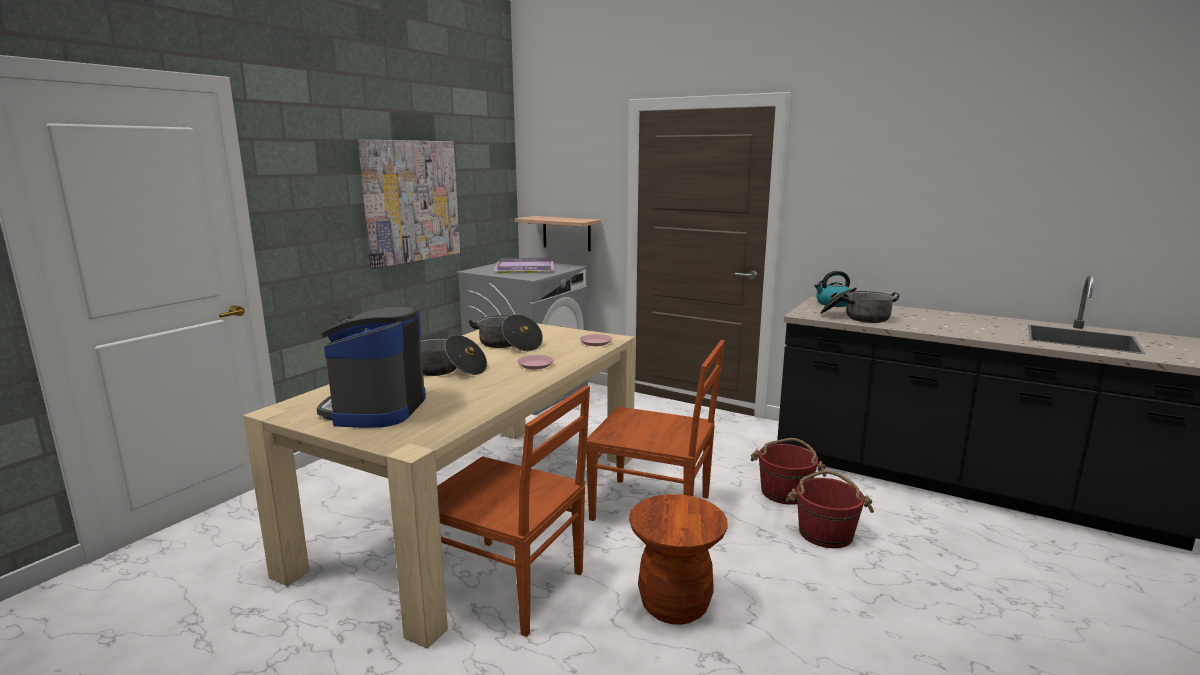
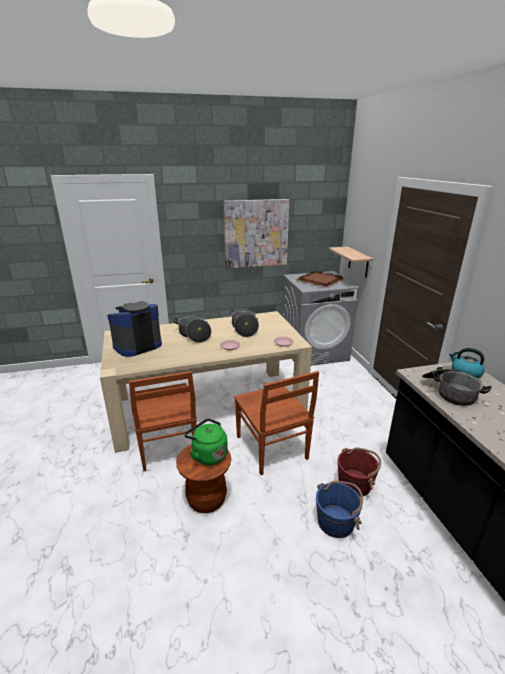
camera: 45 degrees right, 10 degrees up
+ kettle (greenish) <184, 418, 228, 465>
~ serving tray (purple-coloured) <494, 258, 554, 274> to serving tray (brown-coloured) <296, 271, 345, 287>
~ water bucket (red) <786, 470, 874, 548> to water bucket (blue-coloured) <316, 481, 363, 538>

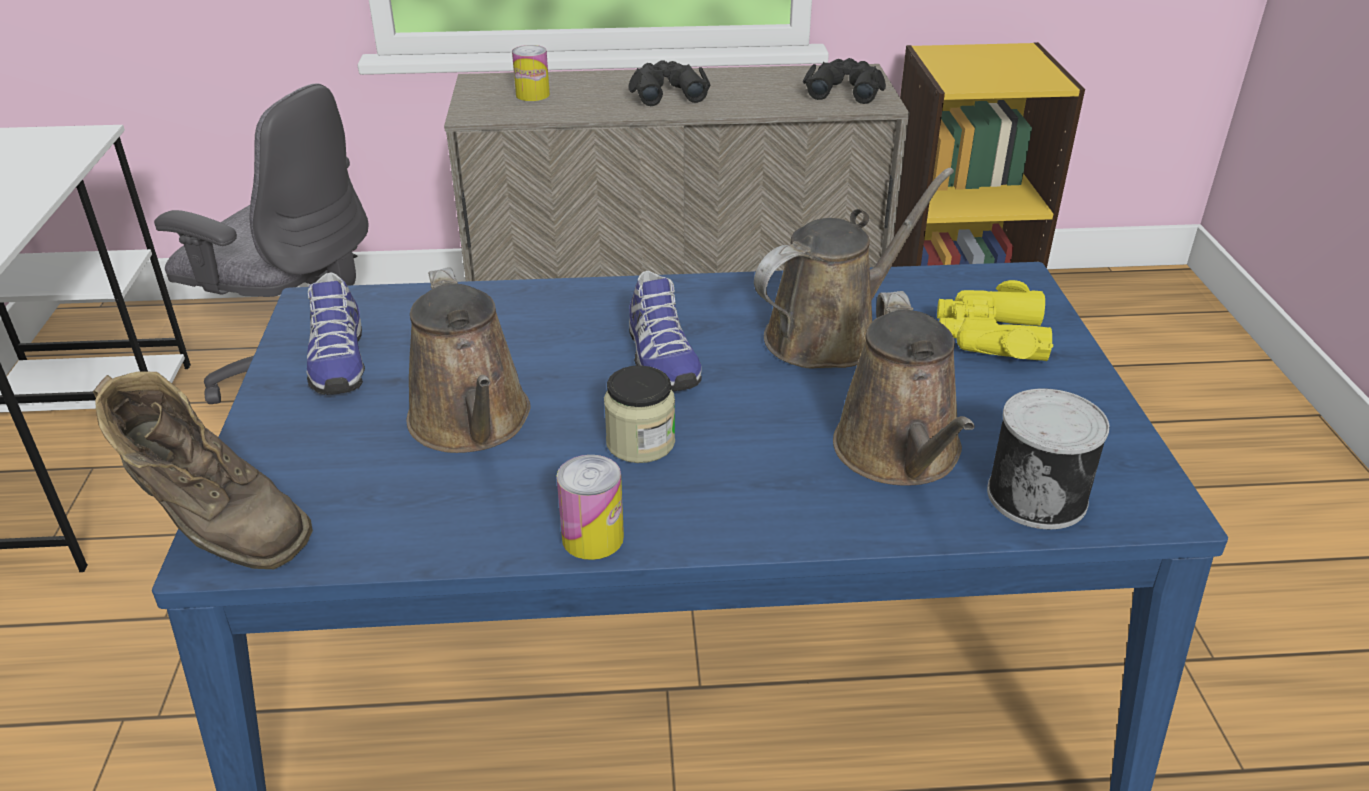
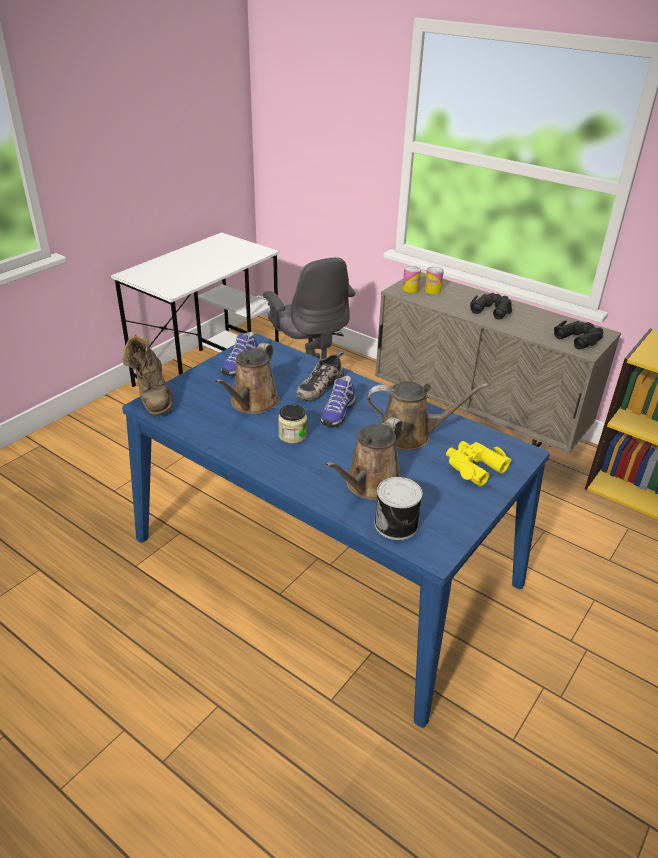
camera: 40 degrees right, 0 degrees up
+ shoe <296, 352, 344, 402>
~ can <557, 455, 624, 560> to <402, 266, 421, 293>

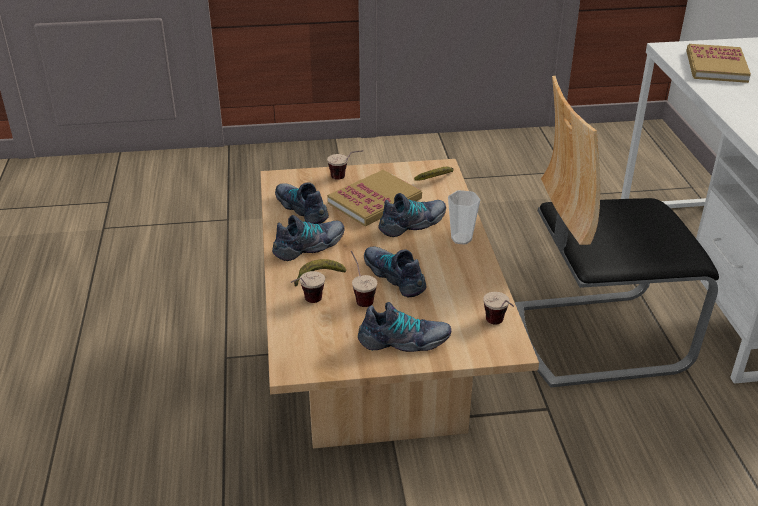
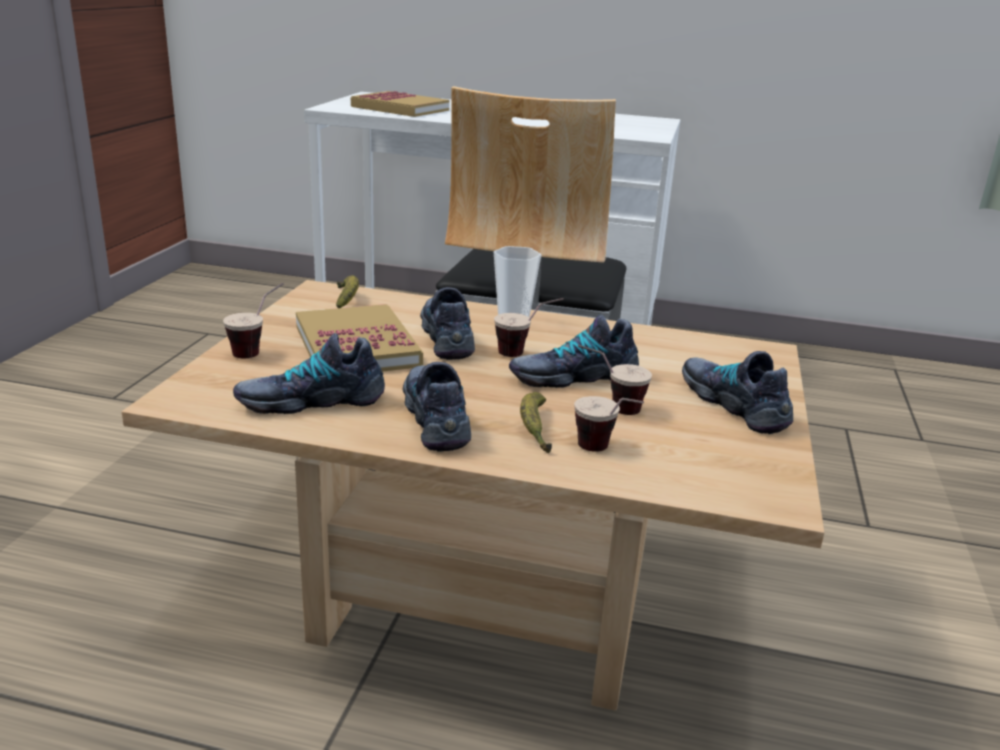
camera: 70 degrees left, 10 degrees down
~ drinking cup <483, 292, 514, 324> to <494, 298, 564, 357>
~ shoe <358, 302, 451, 352> = <682, 351, 793, 434> 45 degrees counterclockwise

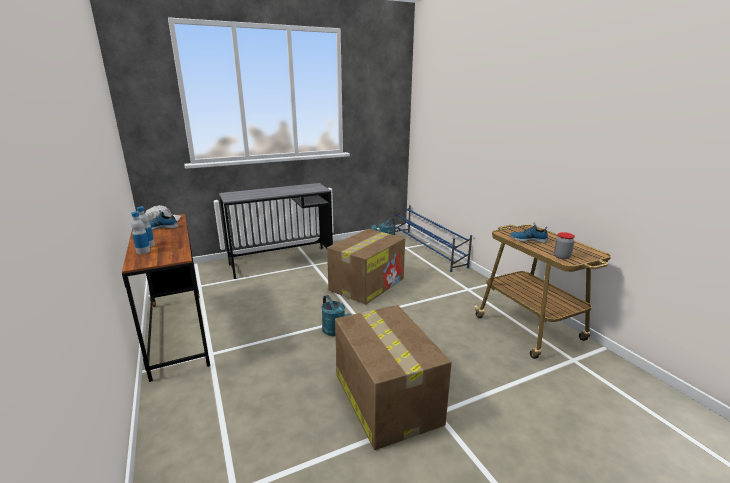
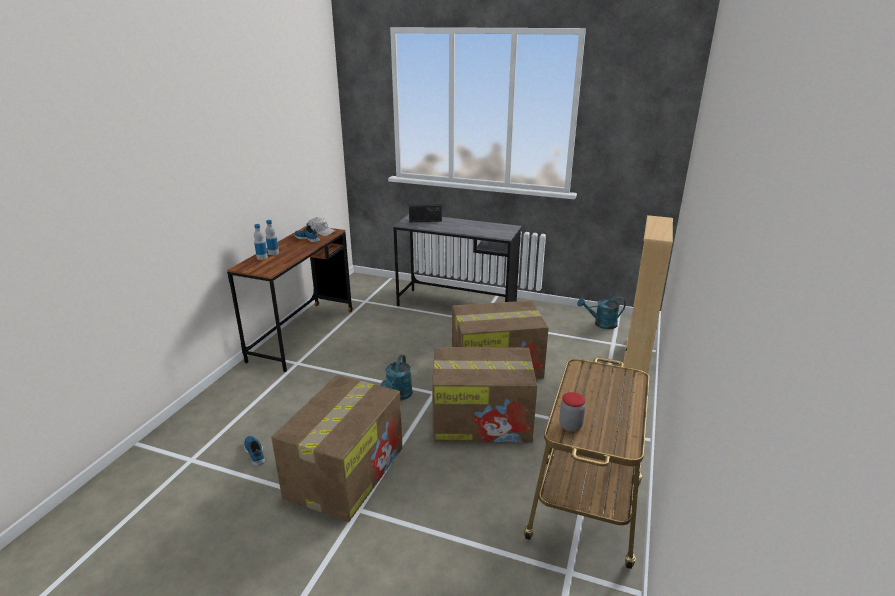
camera: 45 degrees right, 5 degrees up
~ shoe <510, 222, 548, 243> to <244, 436, 265, 466>
+ radio <409, 202, 442, 222>
+ cardboard box <432, 347, 537, 443>
~ shoe stand (blue-coloured) <394, 205, 472, 272> to shelving unit (sand-coloured) <623, 215, 673, 374>

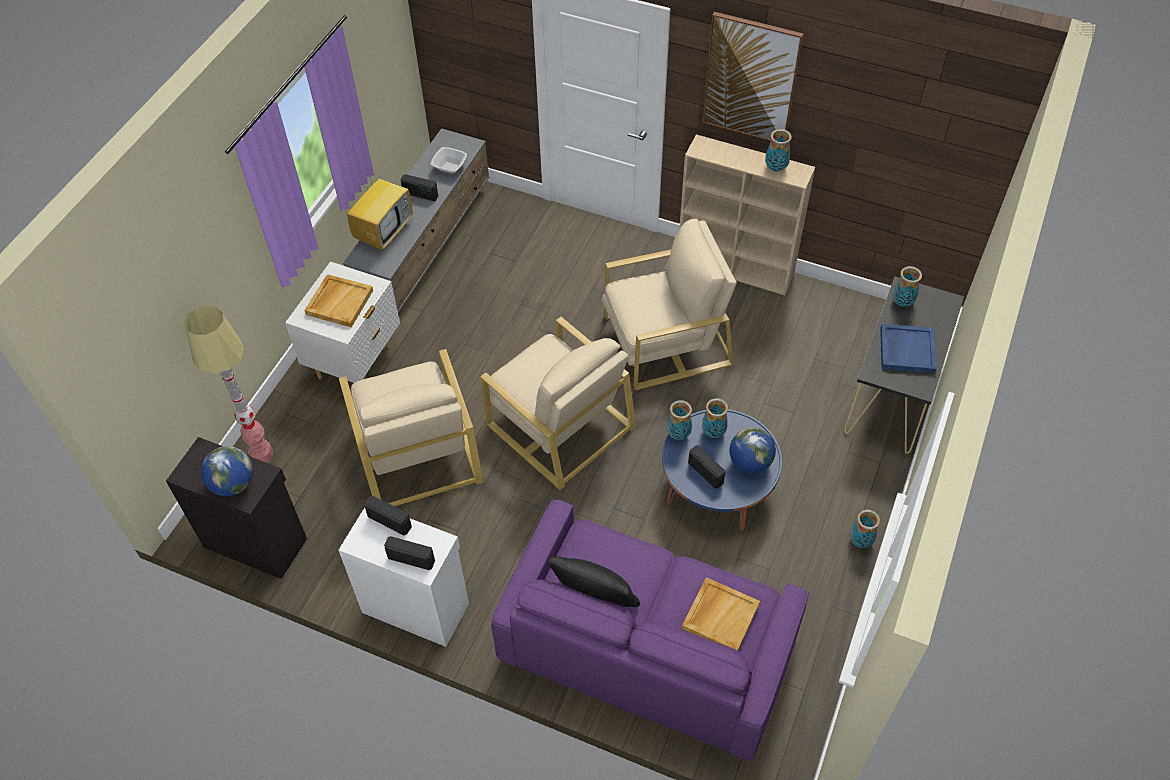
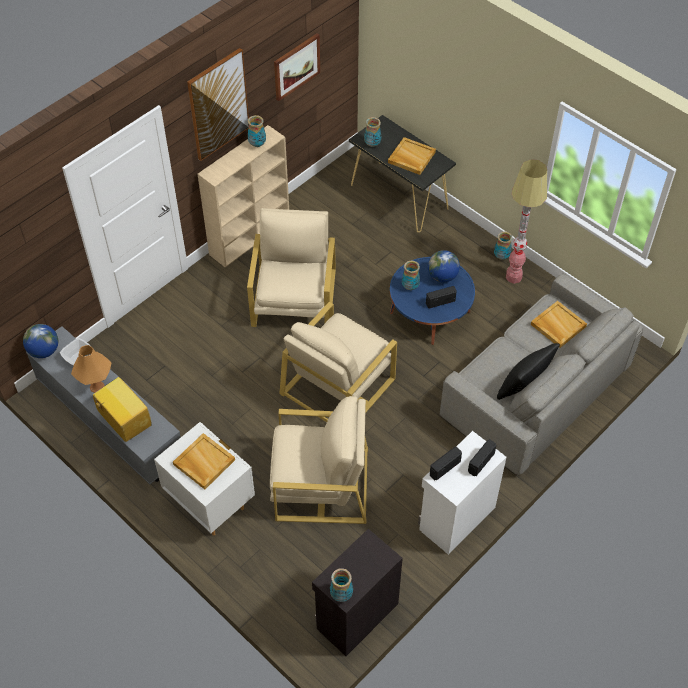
camera: 70 degrees left, 0 degrees up
~ desk globe <201, 446, 253, 496> to <23, 324, 58, 358>
~ radio <400, 174, 438, 201> to table lamp (orange-coloured) <71, 345, 112, 393>
+ wall art <274, 33, 320, 101>
~ lounge chair (sand-coloured) <480, 317, 636, 490> = <279, 302, 397, 422> 150 degrees clockwise
~ flower vase <666, 400, 692, 440> to <330, 568, 353, 602>
~ serving tray (blue-coloured) <880, 324, 937, 373> to serving tray (sand-coloured) <388, 137, 436, 175>
~ settee (purple-coloured) <491, 499, 809, 760> to settee (gray) <440, 273, 643, 476>
~ floor lamp <185, 306, 274, 463> to <506, 160, 547, 284>

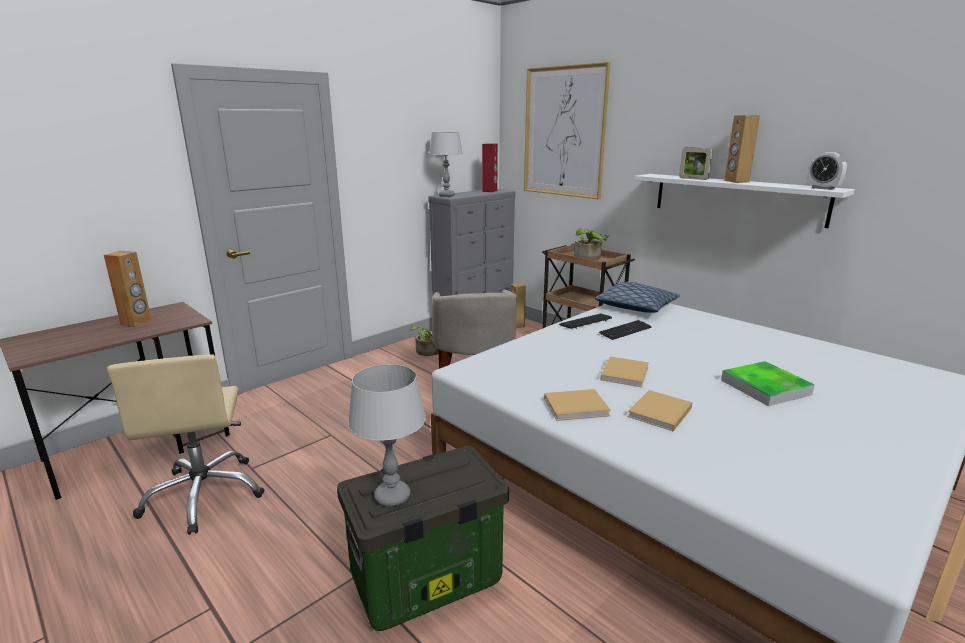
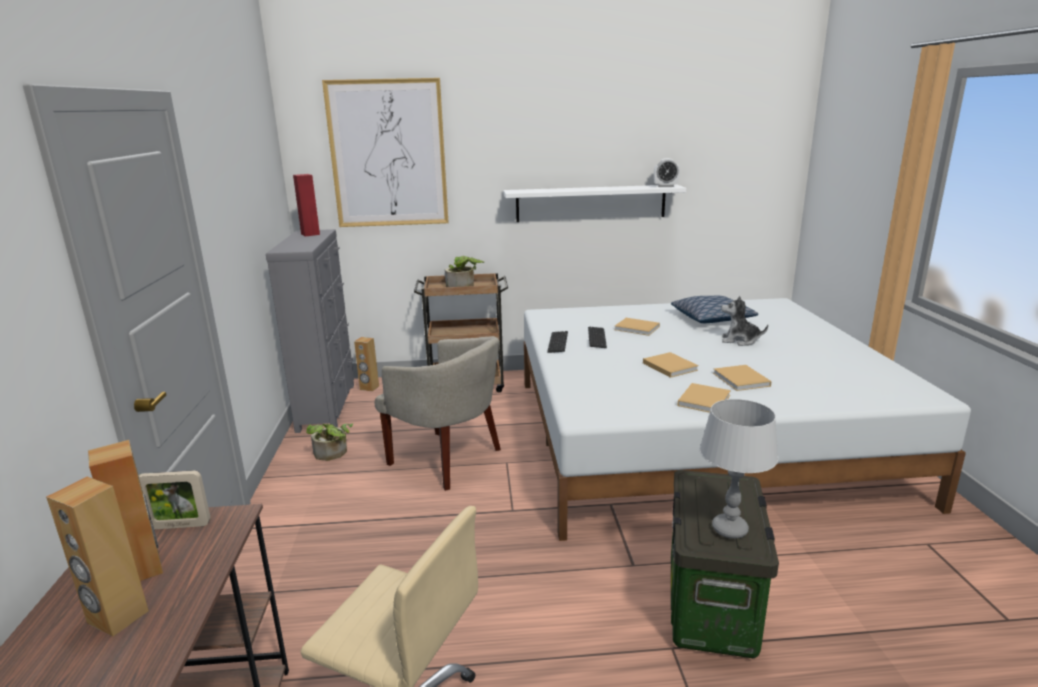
camera: 50 degrees left, 0 degrees up
~ loudspeaker (brown-coloured) <724, 115, 760, 183> to <46, 477, 149, 637>
~ standing frame <679, 147, 712, 180> to <138, 470, 211, 529>
+ book (sand-coloured) <614, 318, 660, 336>
~ cushion <595, 282, 680, 312> to <671, 296, 758, 323>
~ serving tray <721, 361, 815, 406> to plush toy <721, 296, 768, 346>
- table lamp (gray) <429, 132, 463, 197>

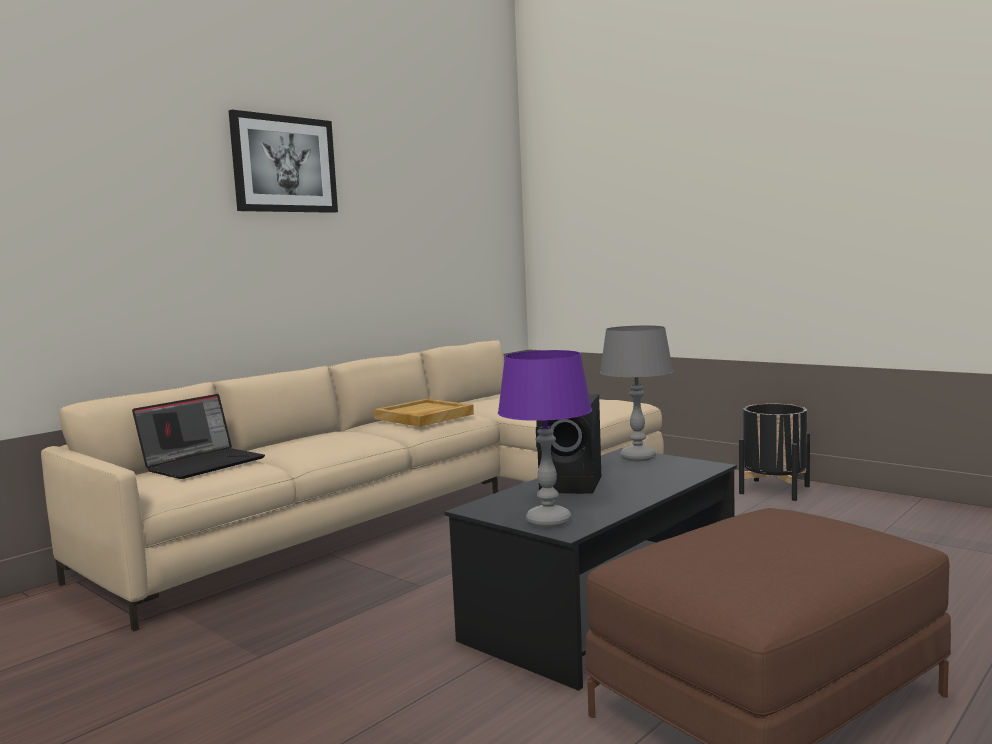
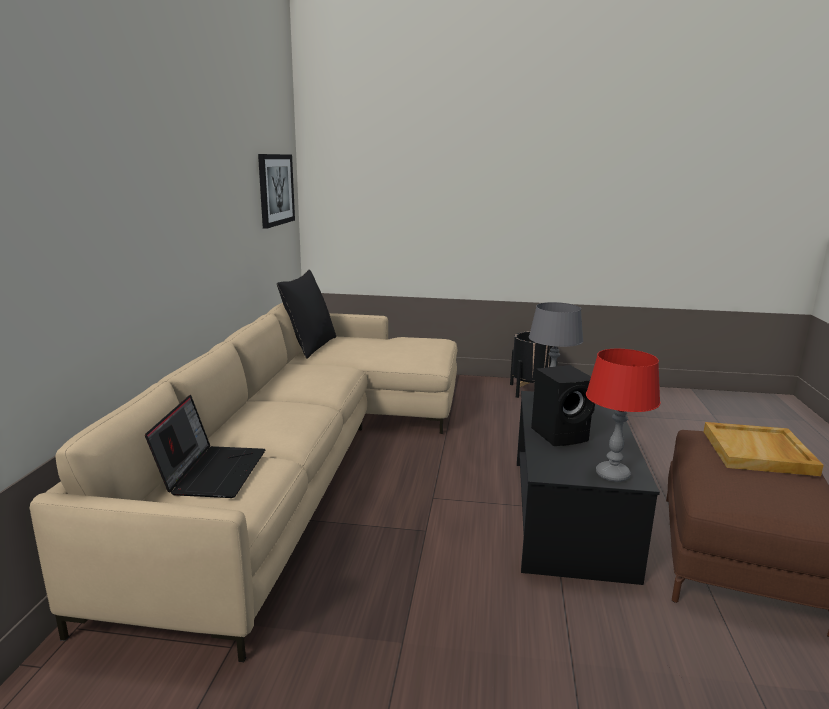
camera: 35 degrees left, 10 degrees up
~ wall art <228, 110, 338, 213> to <258, 154, 295, 229>
+ cushion (blackish) <277, 270, 336, 359>
~ table lamp (purple-coloured) <498, 350, 592, 528> to table lamp (red) <586, 349, 661, 482>
~ serving tray (sand-coloured) <374, 399, 474, 427> to <704, 422, 824, 476>

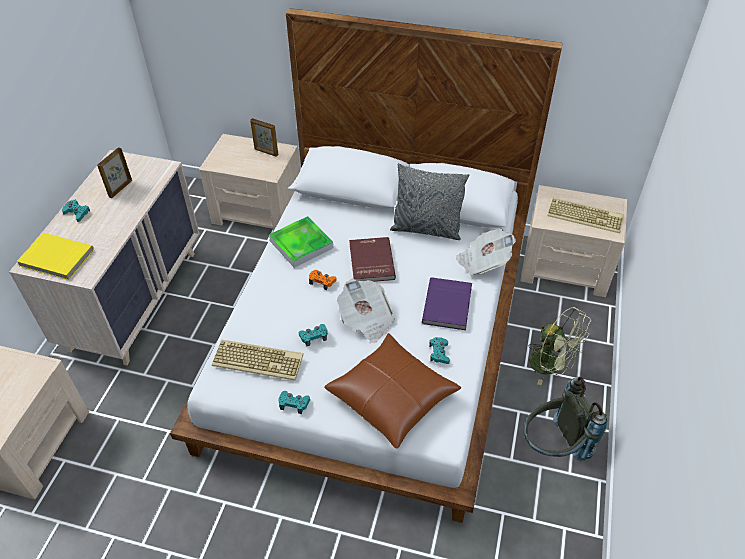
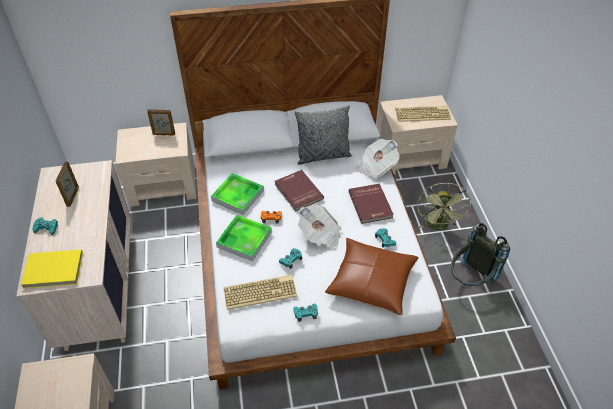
camera: 25 degrees left, 0 degrees up
+ serving tray <216, 215, 272, 262>
~ book (purple-coloured) <422, 277, 472, 330> to book (red) <348, 183, 394, 224>
~ electric fan (greenish) <529, 307, 591, 385> = <418, 183, 471, 230> 75 degrees clockwise

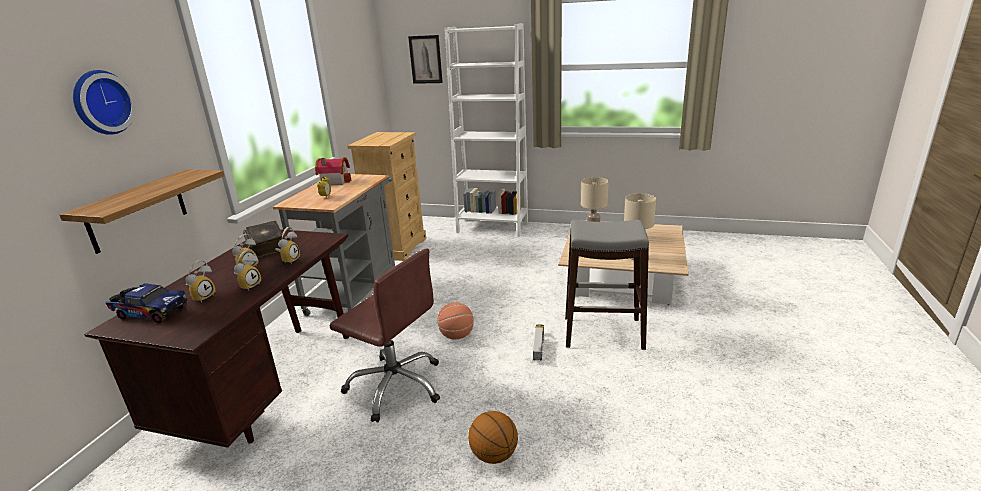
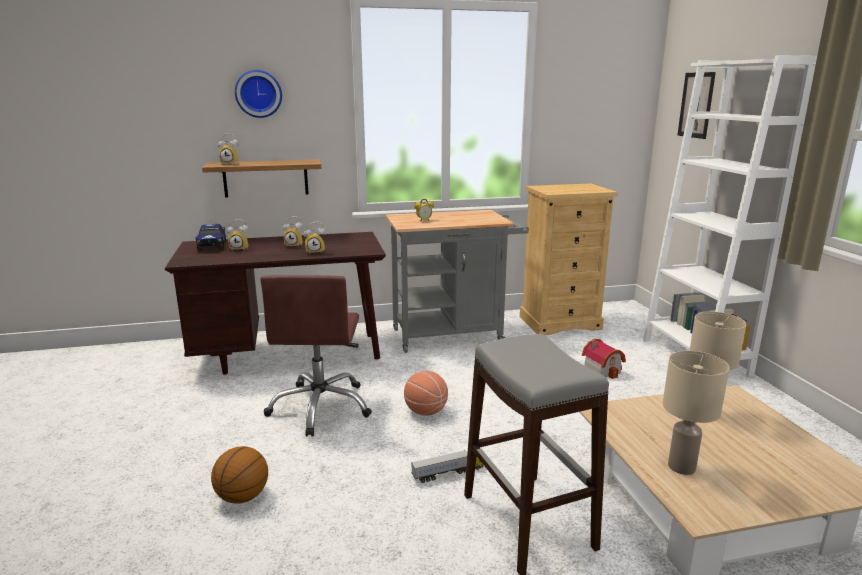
camera: 60 degrees right, 5 degrees down
~ alarm clock <234, 250, 261, 291> to <218, 133, 239, 165>
~ model house <315, 158, 352, 185> to <582, 339, 626, 379>
- book <243, 221, 284, 258>

